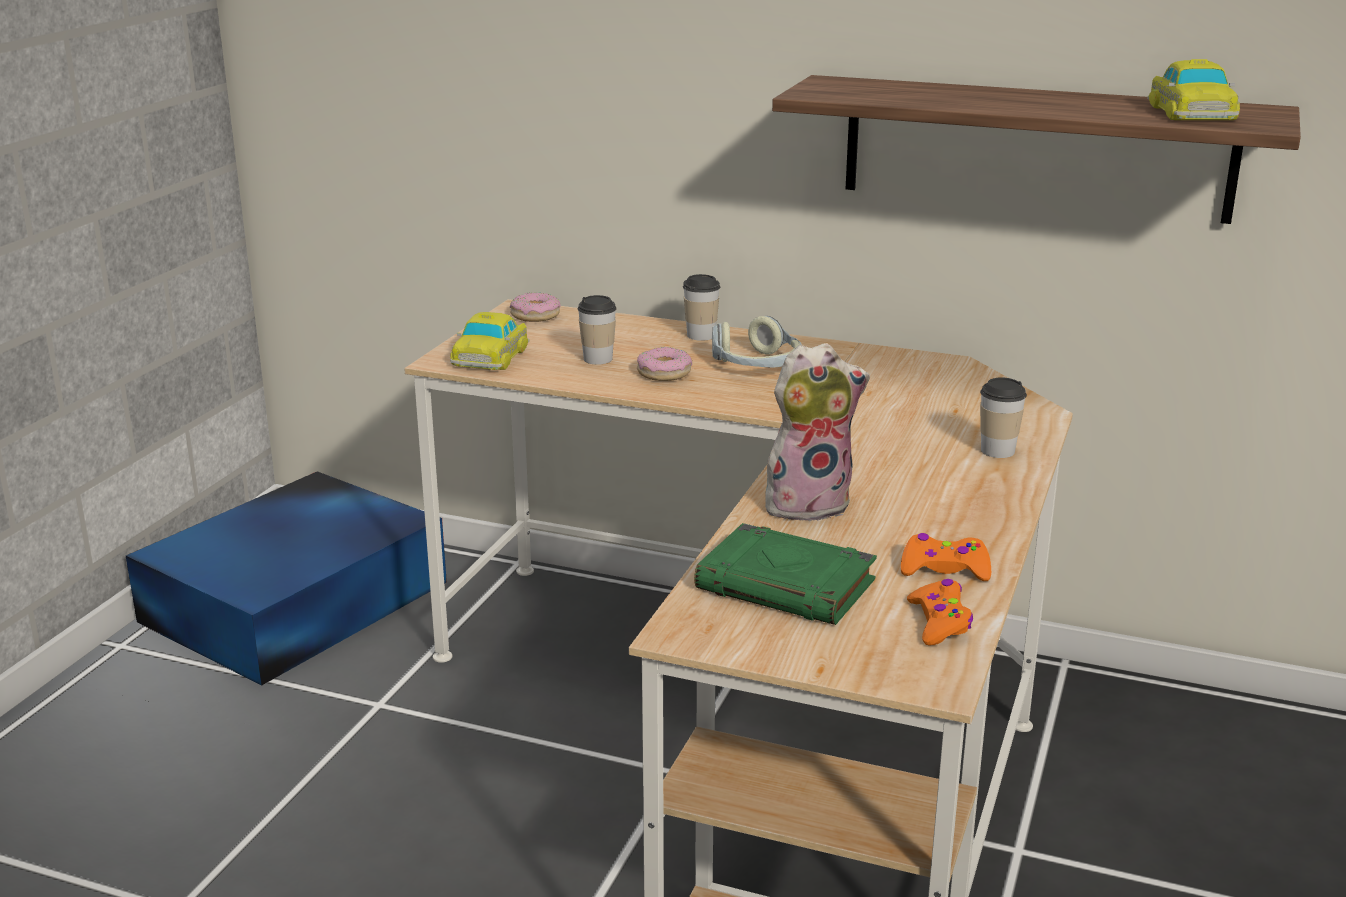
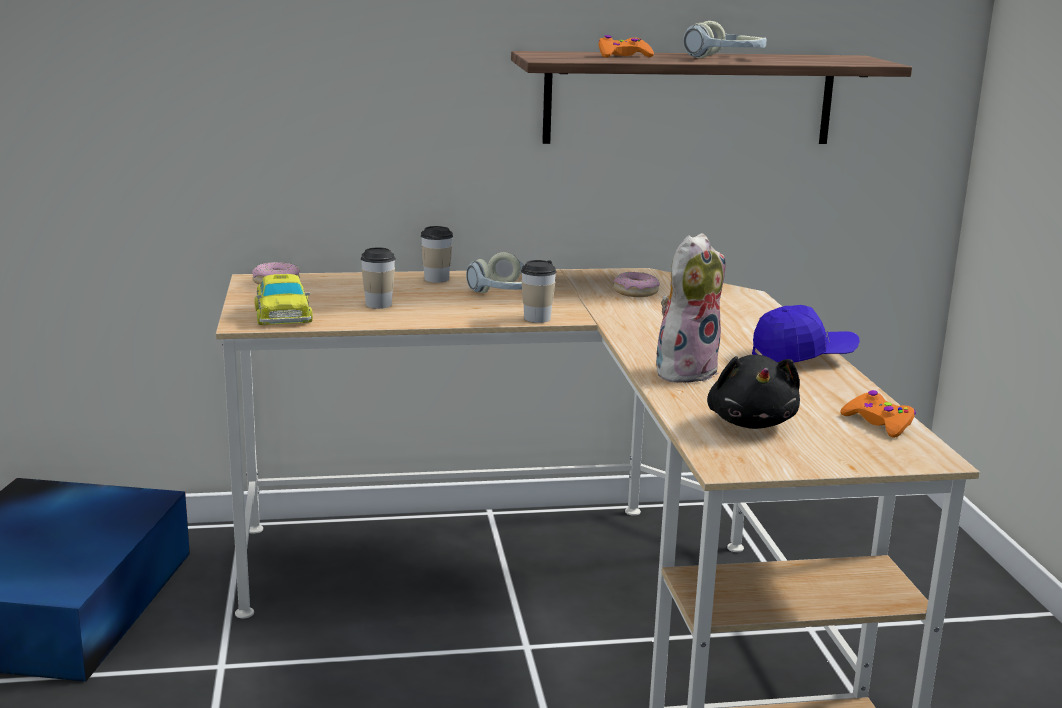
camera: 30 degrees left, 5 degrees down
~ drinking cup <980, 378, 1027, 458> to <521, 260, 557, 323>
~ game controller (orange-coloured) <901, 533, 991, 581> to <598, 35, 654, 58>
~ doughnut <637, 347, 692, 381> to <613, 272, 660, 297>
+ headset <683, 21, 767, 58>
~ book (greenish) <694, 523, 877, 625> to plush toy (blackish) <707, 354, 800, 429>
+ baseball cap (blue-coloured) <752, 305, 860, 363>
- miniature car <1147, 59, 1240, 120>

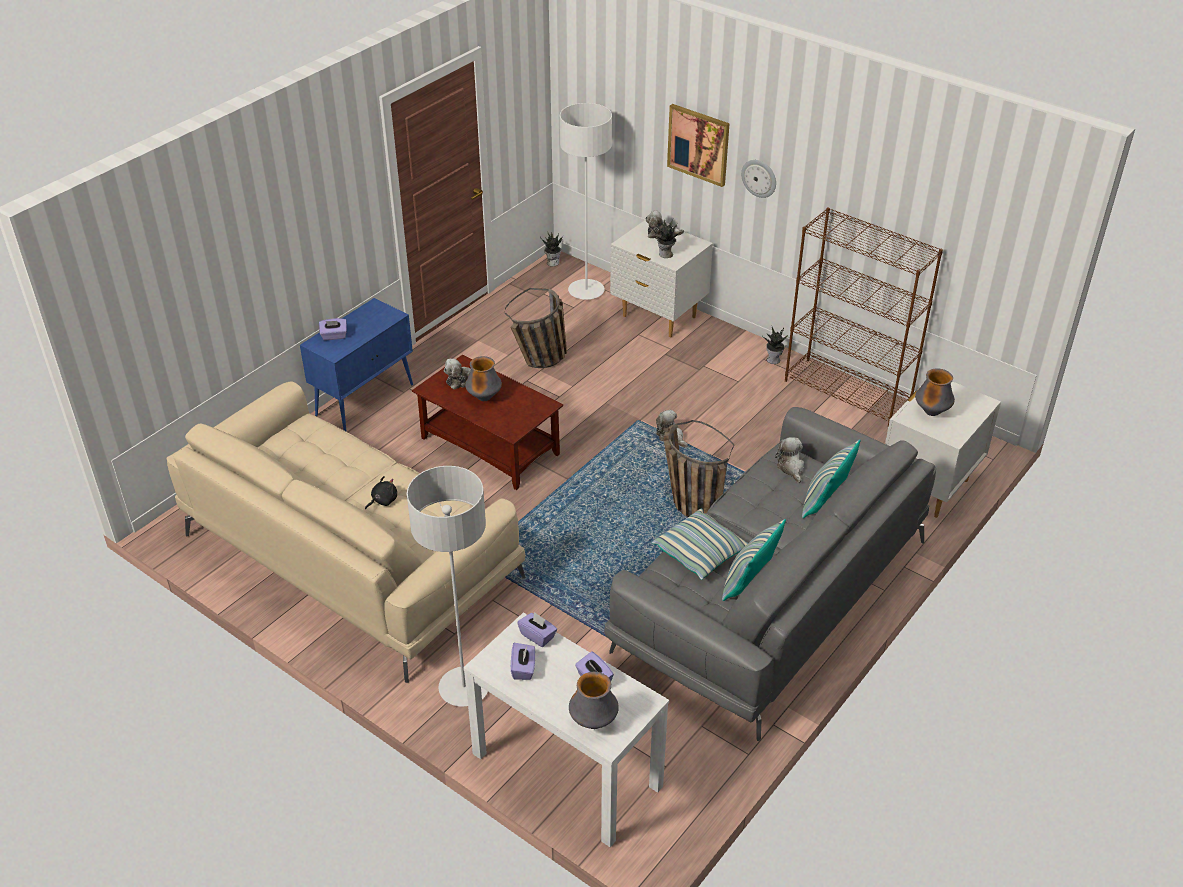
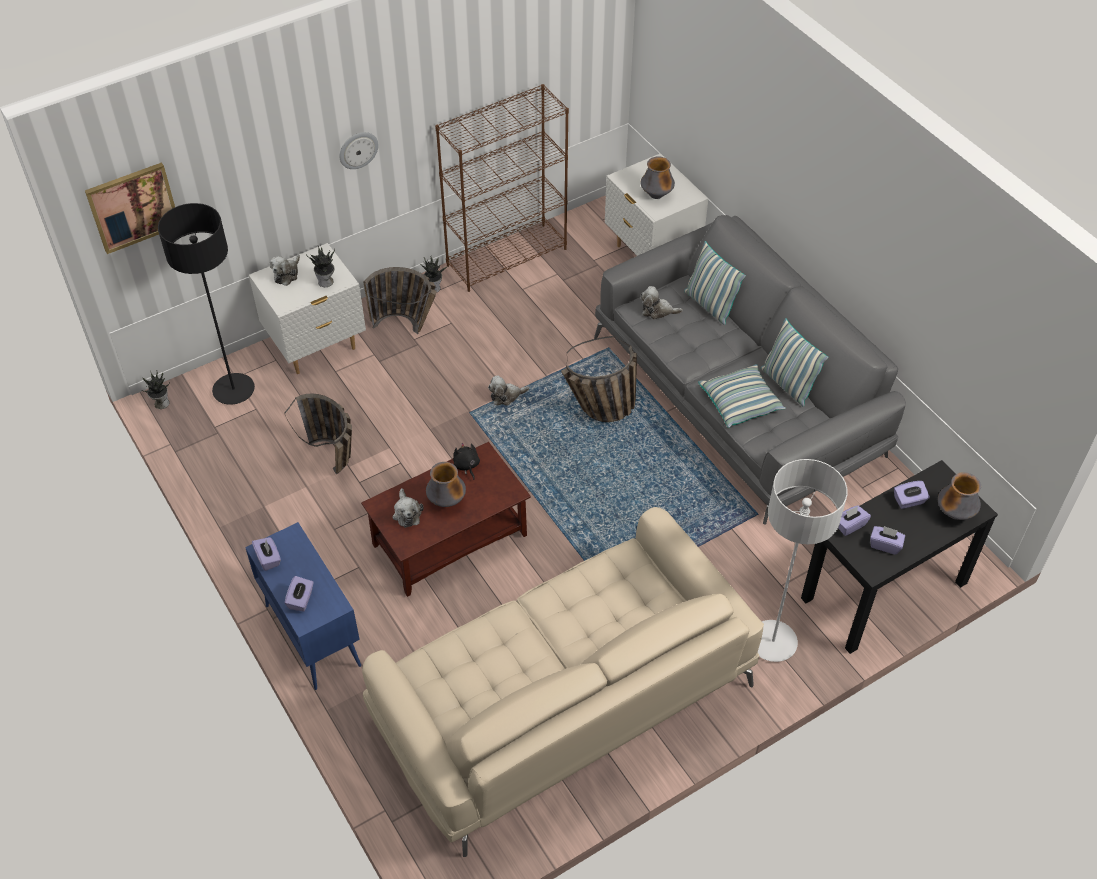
camera: 70 degrees left, 10 degrees up
~ wall art <667, 104, 730, 187> to <85, 162, 175, 254>
~ floor lamp (white) <560, 103, 612, 300> to floor lamp (blackish) <158, 203, 255, 405>
+ box of tissues (purple-coloured) <252, 537, 281, 571>
+ basket <363, 267, 436, 334>
~ plush toy (blackish) <365, 476, 397, 509> to <453, 443, 480, 480>
~ hall table (white) <463, 613, 669, 847> to hall table (blackish) <801, 460, 998, 654>

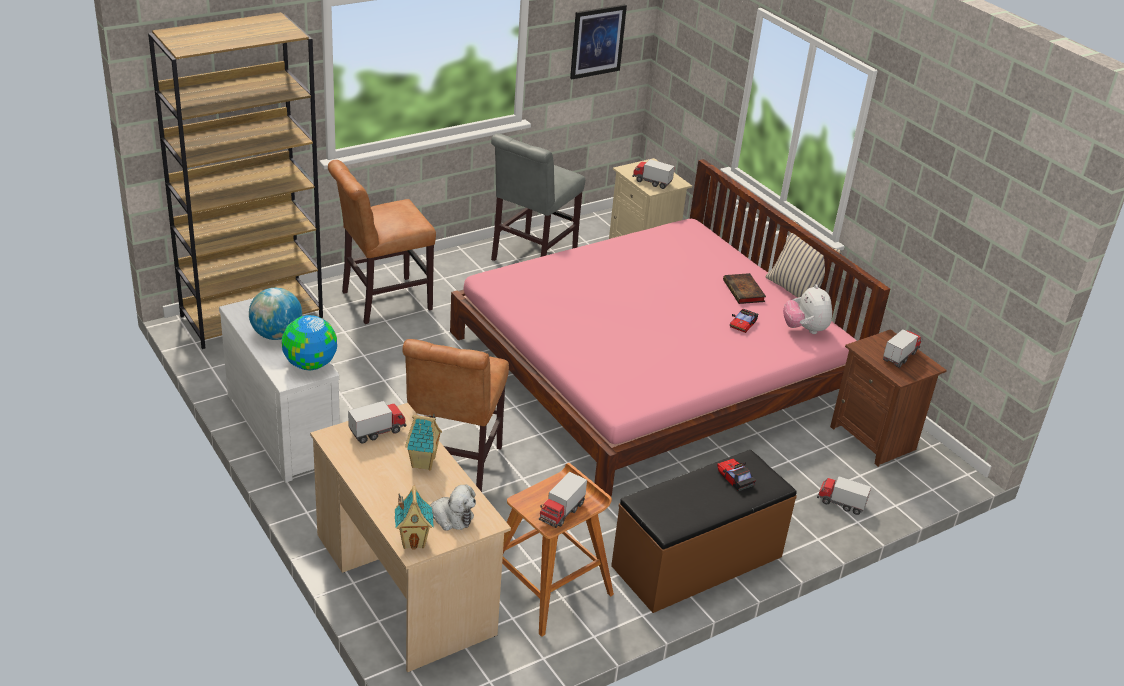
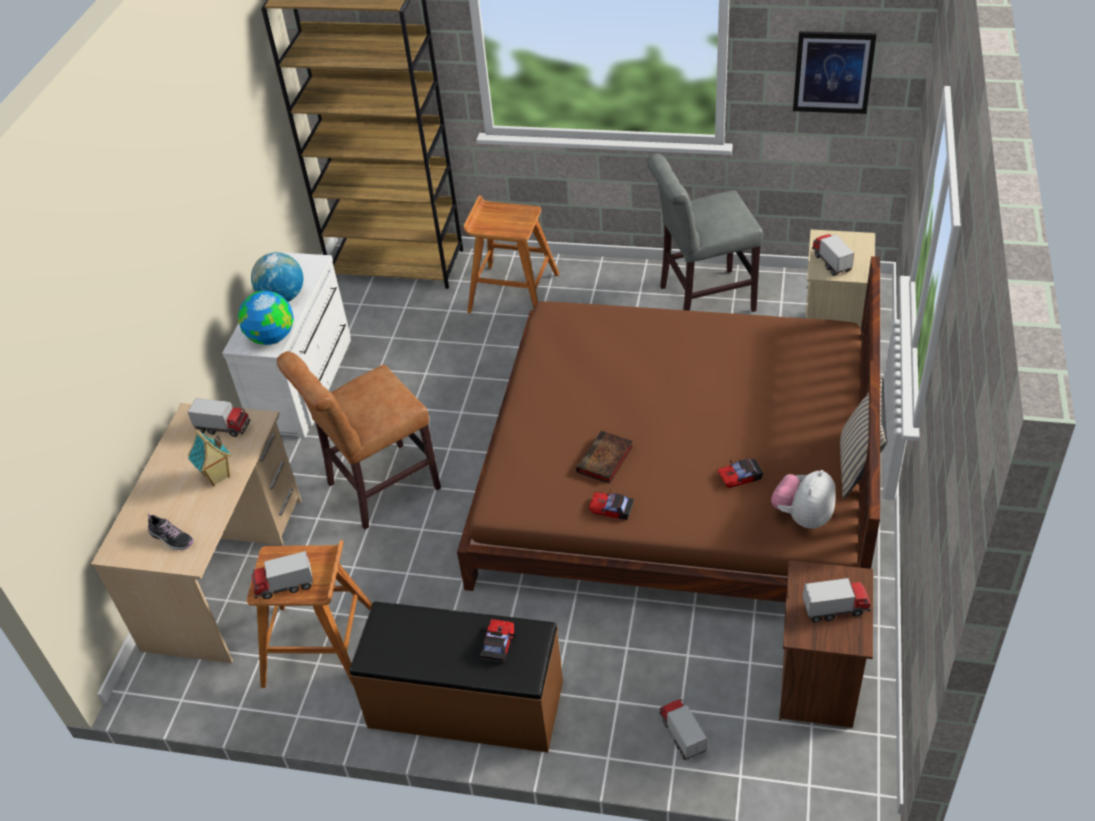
camera: 50 degrees right, 10 degrees up
~ plush toy <430, 484, 476, 531> to shoe <147, 514, 194, 550>
~ bedroom bed (pink) <450, 159, 890, 497> to bedroom bed (brown-coloured) <457, 256, 880, 602>
~ upright chair (brown-coloured) <328, 160, 436, 324> to sitting stool (brown-coloured) <463, 196, 559, 313>
~ book <723, 273, 766, 304> to <576, 431, 633, 484>
+ miniature car <589, 489, 634, 520>
- model house <395, 486, 434, 550>

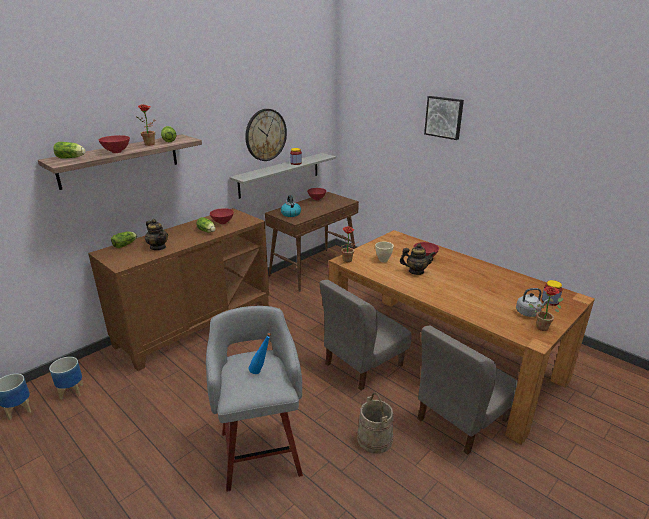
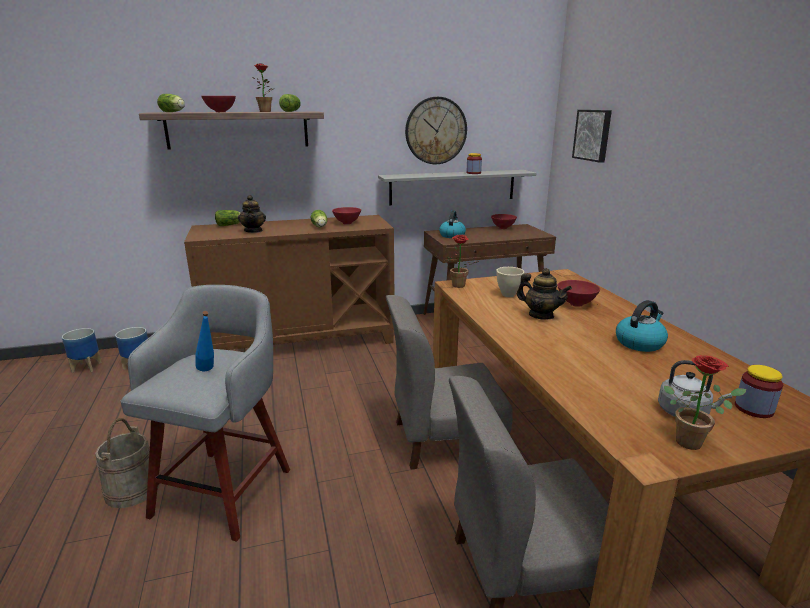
camera: 30 degrees right, 5 degrees down
~ water bucket (sand-coloured) <357, 392, 394, 453> to <95, 418, 159, 508>
~ wall art <424, 96, 464, 140> to <572, 110, 612, 163>
+ kettle <616, 300, 668, 352>

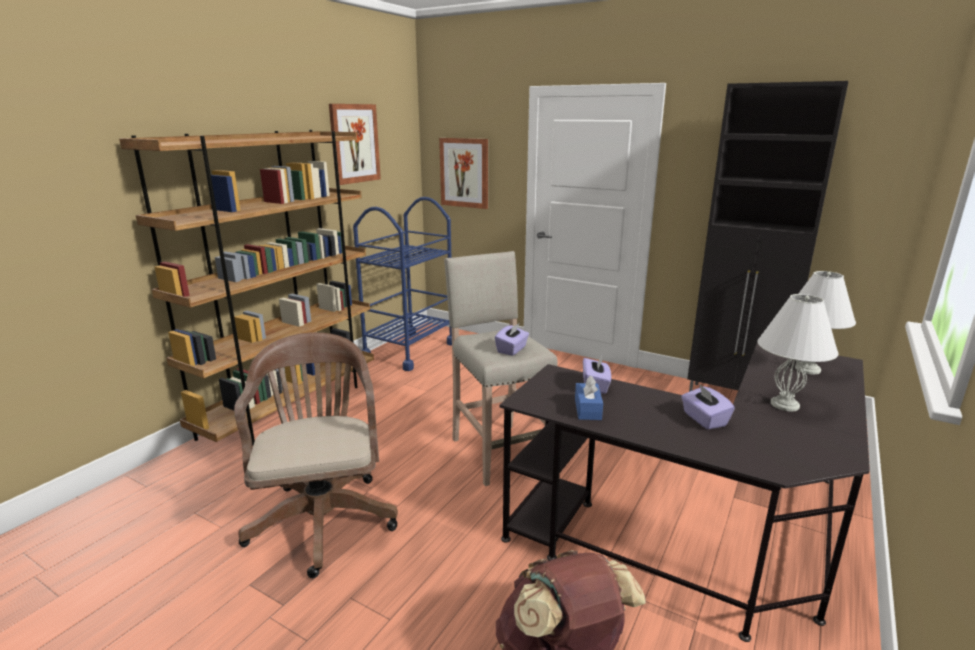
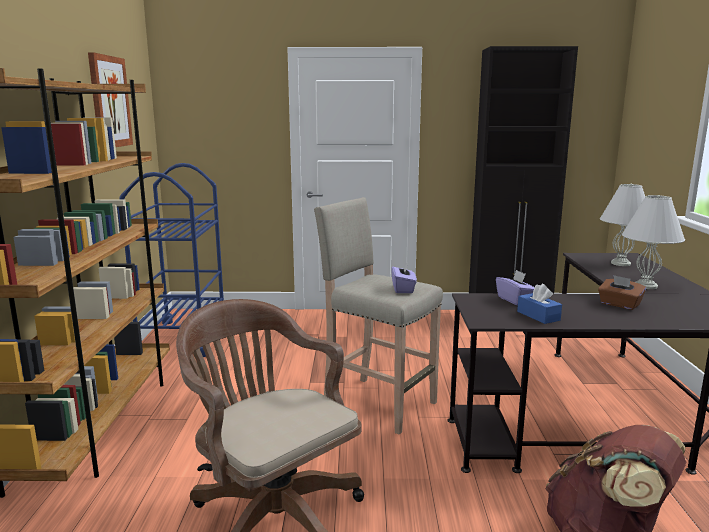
camera: 30 degrees left, 5 degrees down
~ box of tissues (purple-coloured) <681, 384, 735, 429> to box of tissues (brown-coloured) <598, 275, 646, 310>
- wall art <439, 138, 488, 209>

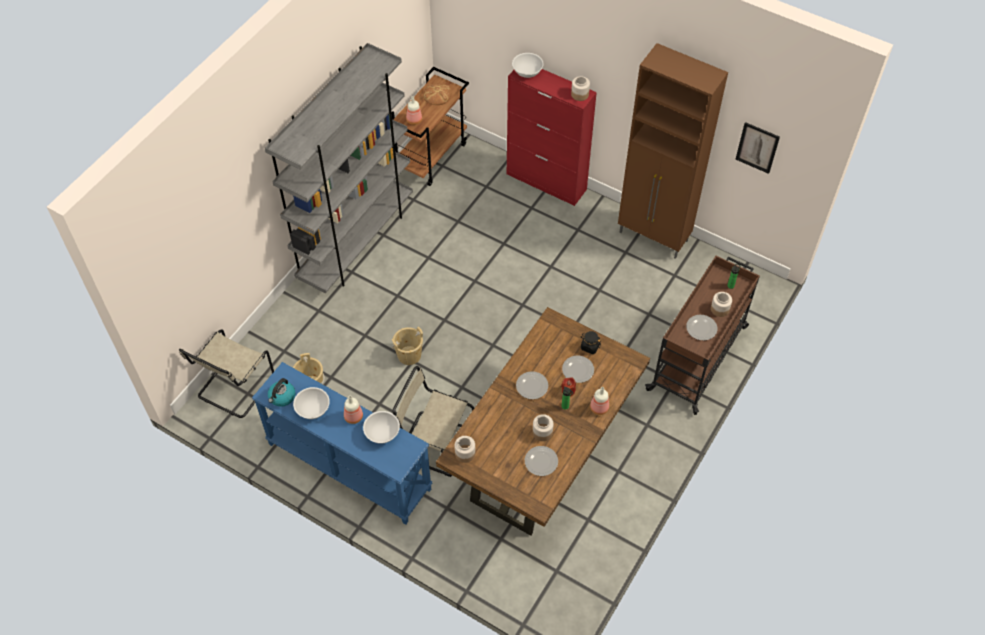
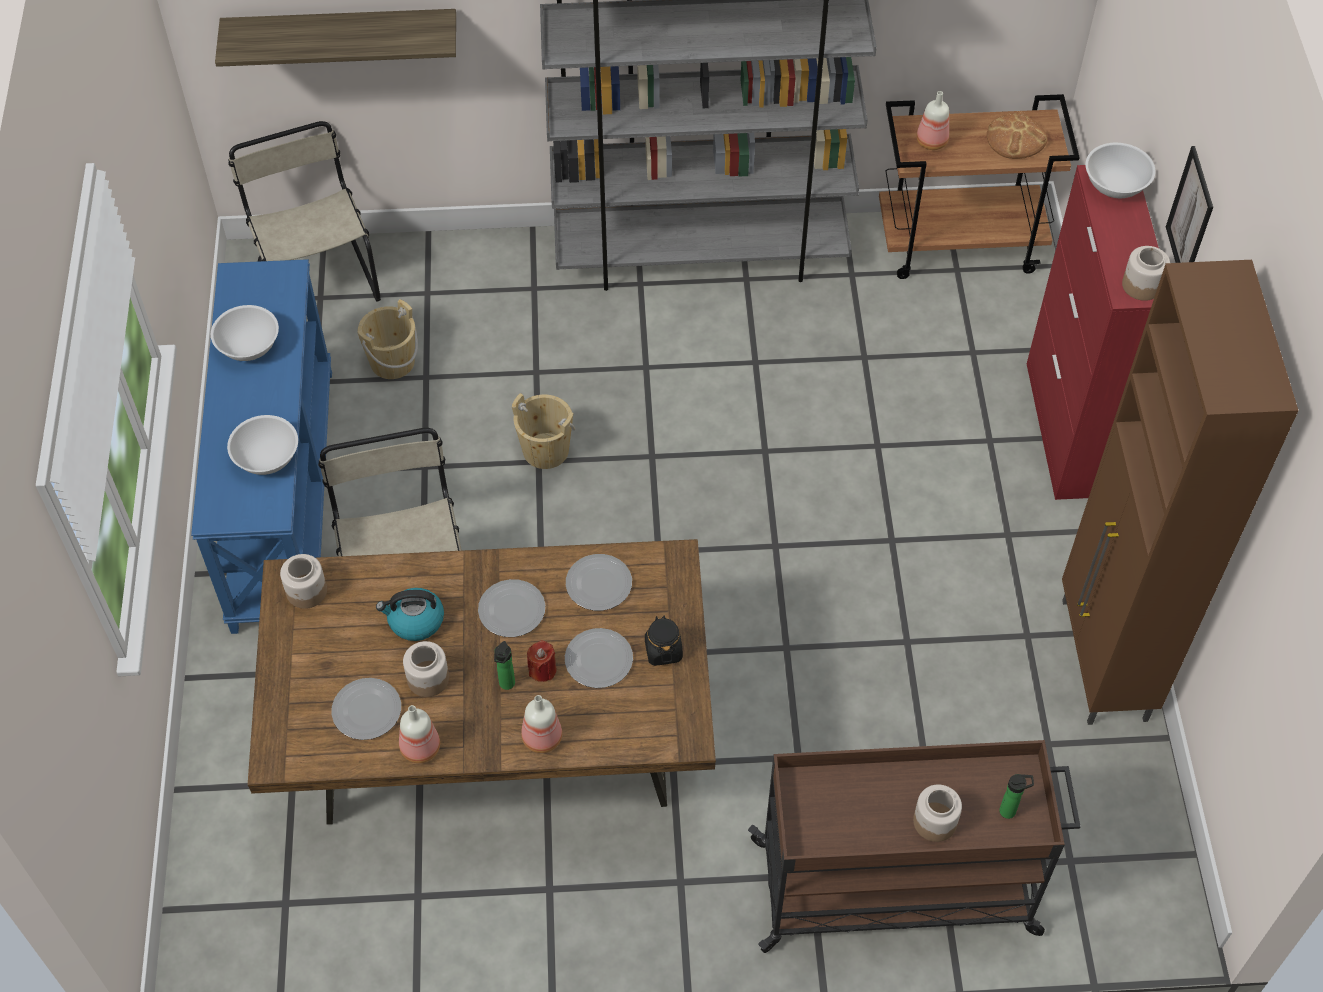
camera: 55 degrees right, 0 degrees up
+ bracket shelf <215, 9, 456, 67>
~ upright chair (sand-coloured) <179, 329, 274, 418> = <228, 121, 381, 301> 75 degrees clockwise
~ kettle <268, 378, 295, 407> to <376, 588, 444, 641>
~ drink bottle <344, 396, 363, 424> to <399, 705, 440, 763>
~ flat dish <686, 315, 718, 340> to <566, 554, 632, 611>
~ wall art <736, 122, 780, 174> to <1166, 146, 1213, 263>

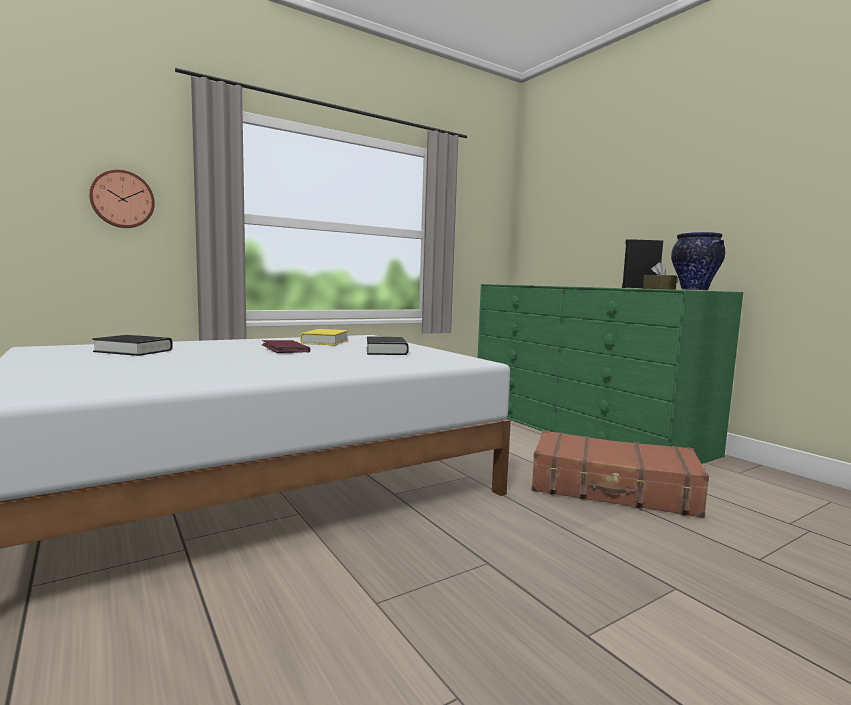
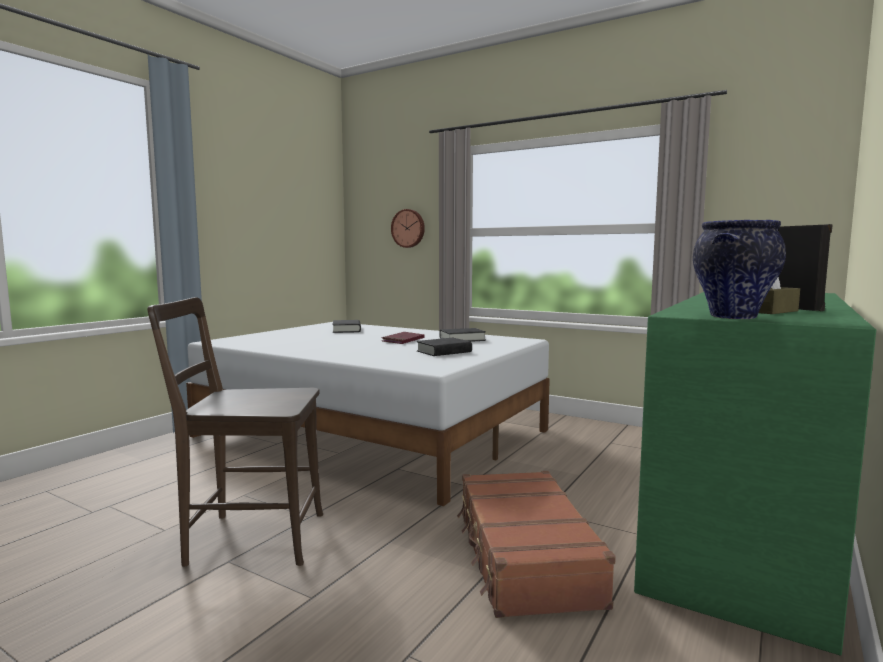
camera: 65 degrees right, 0 degrees up
+ upright chair (brown-coloured) <147, 297, 323, 567>
~ book (yellow) <300, 329, 348, 345> to book (blackish) <439, 328, 486, 342>

